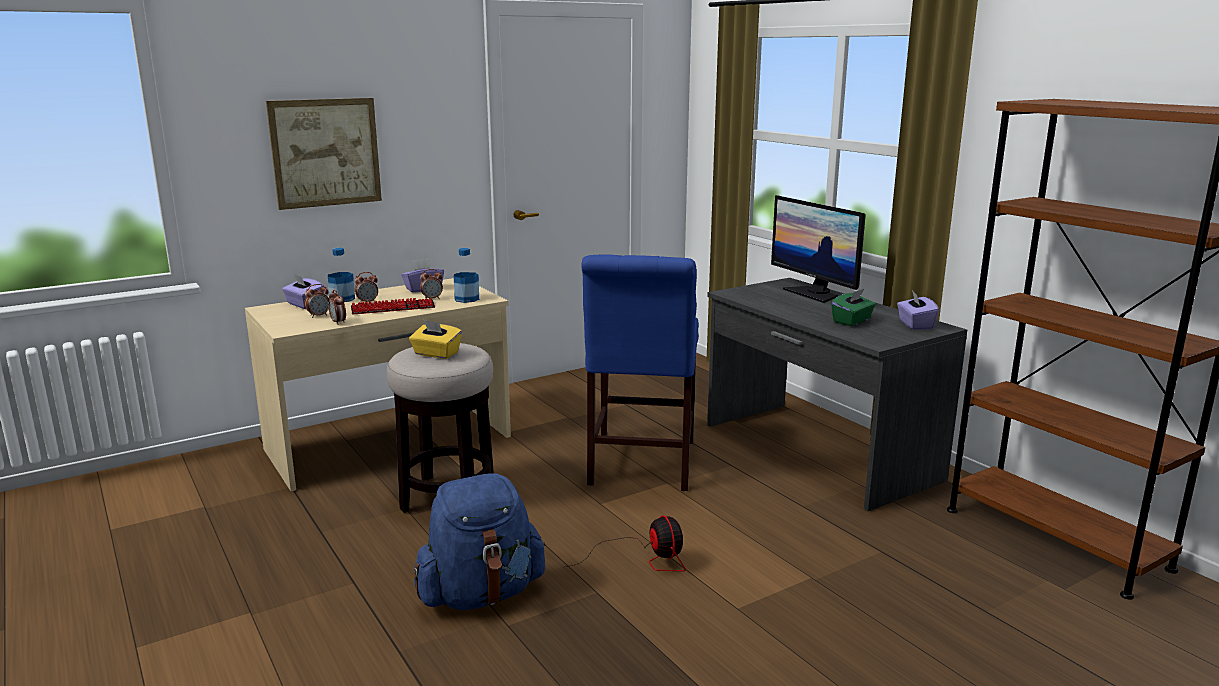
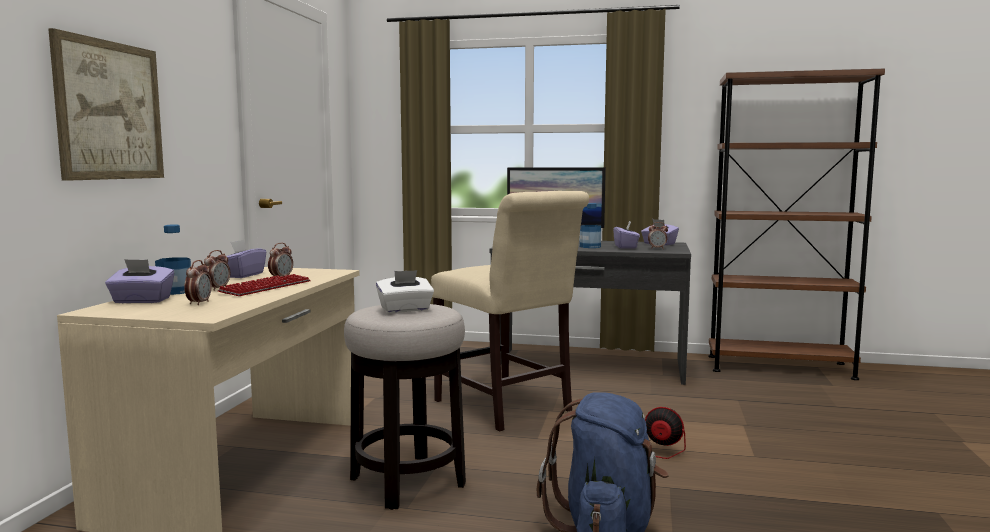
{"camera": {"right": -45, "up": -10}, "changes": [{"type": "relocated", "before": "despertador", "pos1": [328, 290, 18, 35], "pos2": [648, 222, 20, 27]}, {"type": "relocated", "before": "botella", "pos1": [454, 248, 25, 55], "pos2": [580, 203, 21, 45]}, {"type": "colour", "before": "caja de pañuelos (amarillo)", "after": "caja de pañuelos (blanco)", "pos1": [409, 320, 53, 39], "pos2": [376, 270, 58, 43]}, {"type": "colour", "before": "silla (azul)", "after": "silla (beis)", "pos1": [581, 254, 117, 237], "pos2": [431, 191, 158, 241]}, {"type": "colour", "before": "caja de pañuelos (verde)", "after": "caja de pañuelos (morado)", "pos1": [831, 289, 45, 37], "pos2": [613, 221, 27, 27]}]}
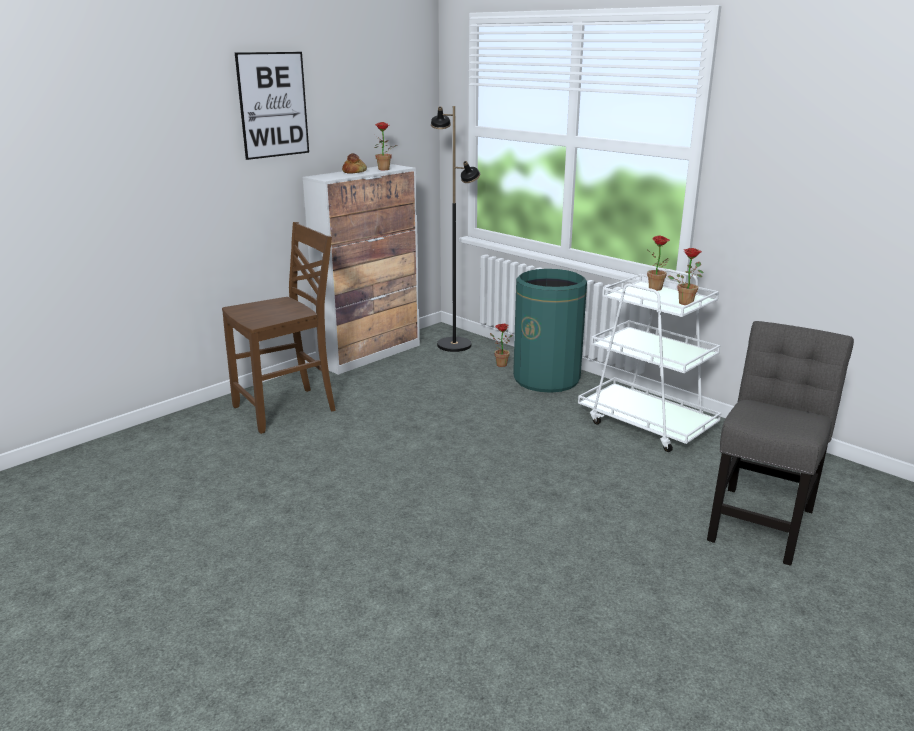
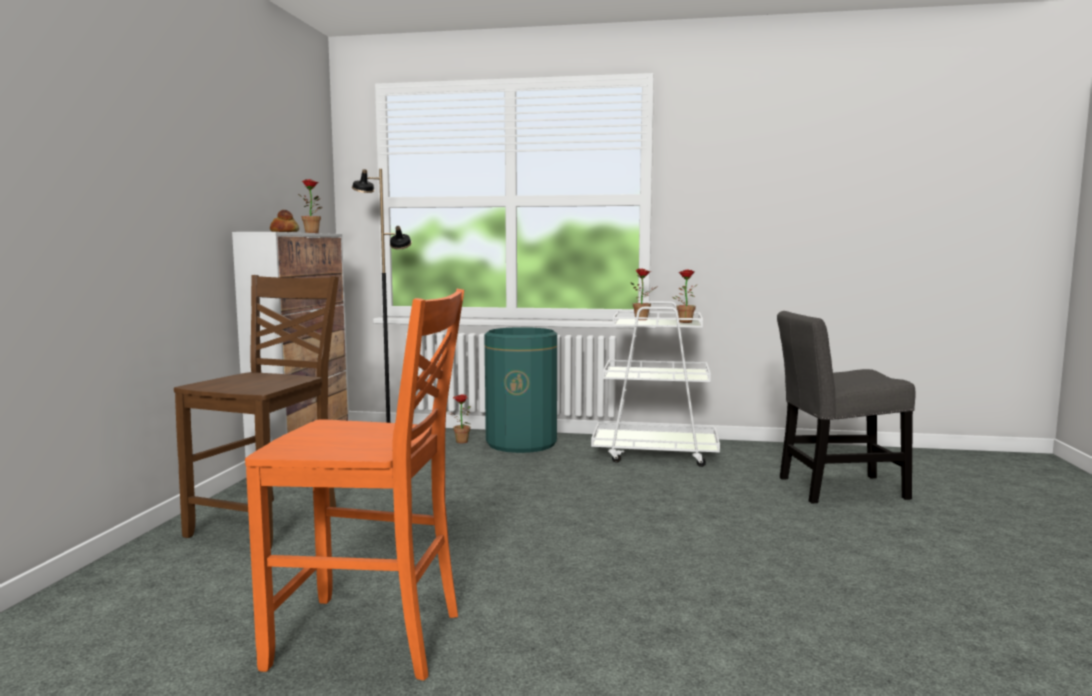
{"camera": {"right": -35, "up": -15}, "changes": [{"type": "missing", "before": "cuadro", "pos1": [235, 52, 74, 108]}, {"type": "appeared", "after": "silla (naranja)", "pos2": [245, 289, 219, 392]}, {"type": "spun", "before": "silla (gris)", "pos1": [707, 321, 147, 245], "pos2": [777, 311, 138, 192], "turn": -90}]}
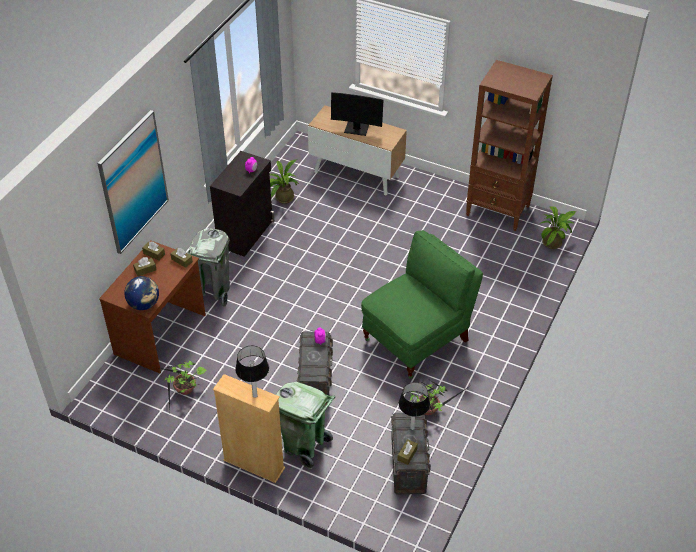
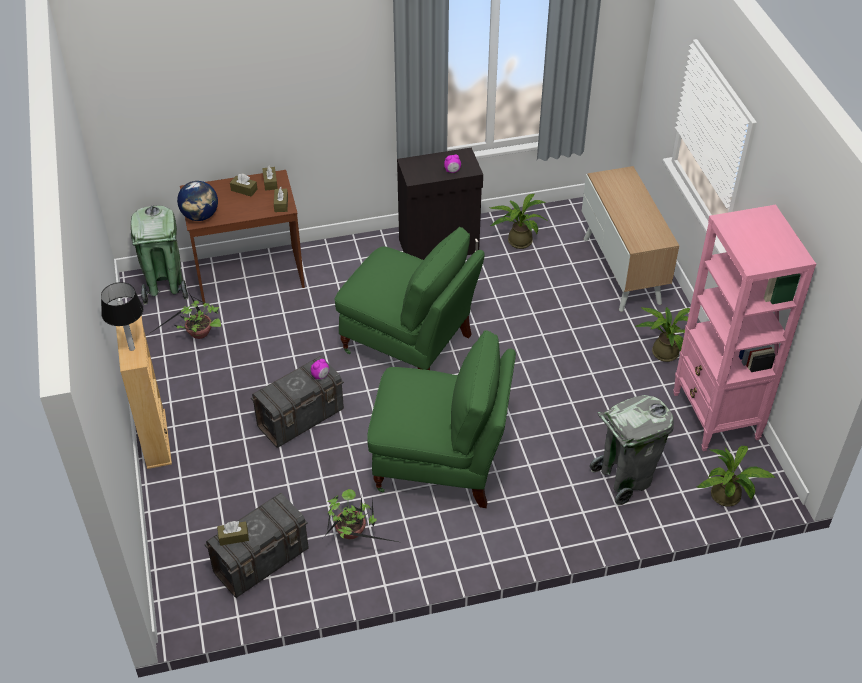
{"camera": {"right": 50, "up": 0}, "changes": [{"type": "missing", "before": "cuadro", "pos1": [97, 110, 72, 144]}, {"type": "missing", "before": "monitor", "pos1": [331, 92, 52, 44]}, {"type": "missing", "before": "lámpara de mesa", "pos1": [399, 382, 31, 48]}, {"type": "appeared", "after": "silla (verde)", "pos2": [334, 227, 151, 143]}, {"type": "appeared", "after": "planta en maceta", "pos2": [636, 307, 54, 55]}, {"type": "relocated", "before": "papelera (gris)", "pos1": [188, 228, 42, 79], "pos2": [590, 395, 84, 111]}, {"type": "relocated", "before": "papelera (verde)", "pos1": [276, 382, 59, 87], "pos2": [131, 205, 57, 100]}, {"type": "colour", "before": "estantería (marrón)", "after": "estantería (rosa)", "pos1": [466, 60, 87, 171], "pos2": [673, 205, 143, 246]}]}
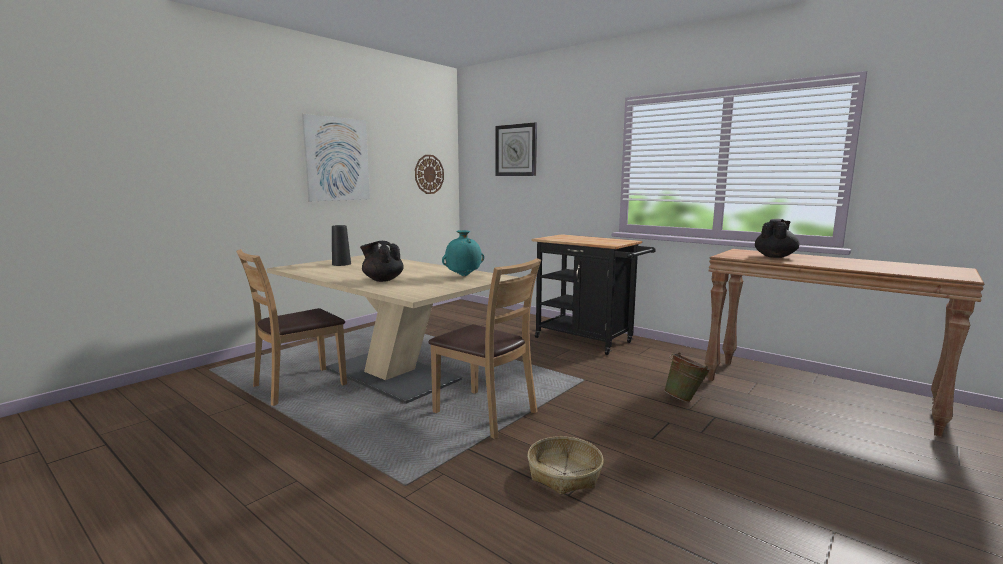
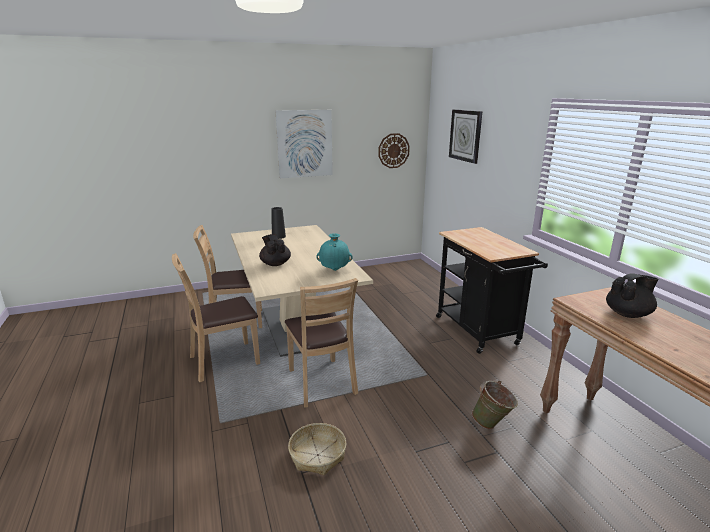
{"camera": {"right": 30, "up": 10}, "changes": [{"type": "appeared", "after": "silla (marrón)", "pos2": [172, 253, 88, 129]}]}
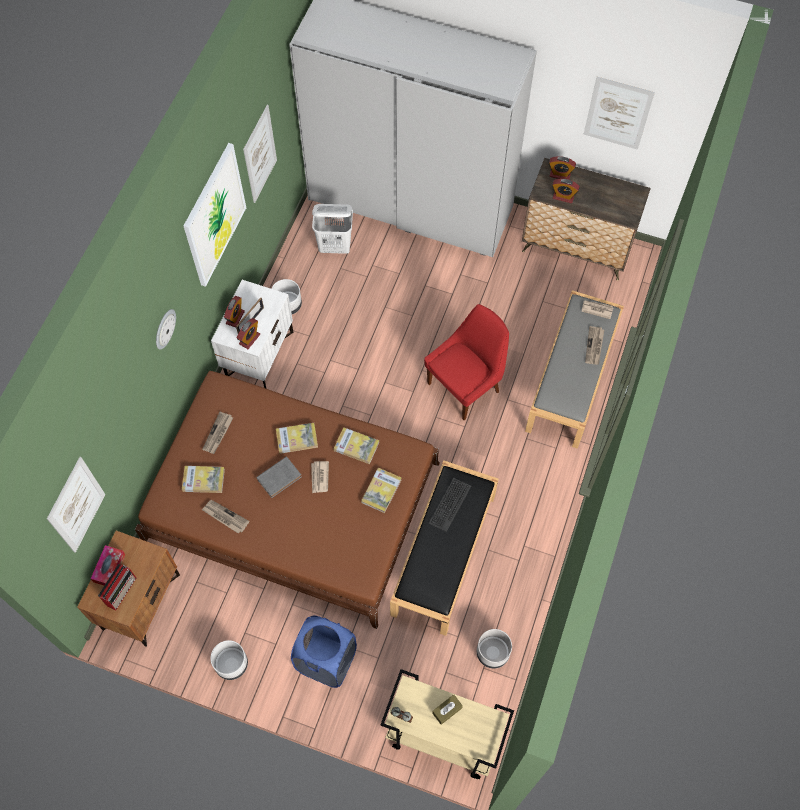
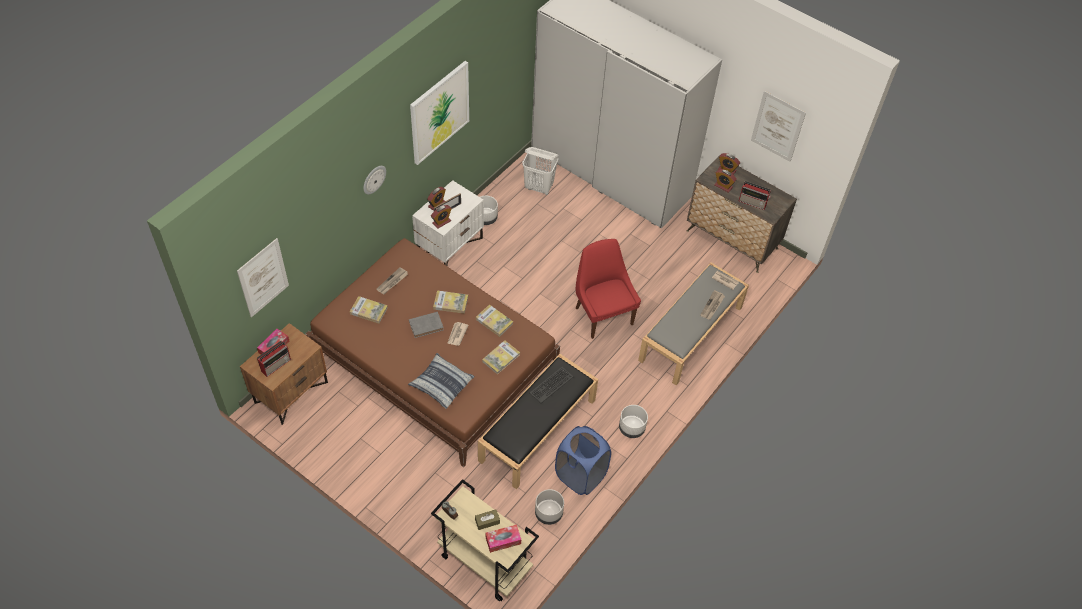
{"camera": {"right": 15, "up": -10}, "changes": [{"type": "missing", "before": "periódico", "pos1": [202, 500, 47, 34]}, {"type": "missing", "before": "cuadro", "pos1": [243, 105, 34, 98]}, {"type": "appeared", "after": "cojín", "pos2": [408, 353, 67, 56]}, {"type": "appeared", "after": "caja de pañuelos", "pos2": [486, 524, 35, 29]}, {"type": "appeared", "after": "radio", "pos2": [739, 181, 32, 29]}, {"type": "relocated", "before": "maceta (blanco)", "pos1": [210, 640, 38, 40], "pos2": [619, 405, 29, 33]}, {"type": "relocated", "before": "cesto de la ropa (azul)", "pos1": [291, 616, 66, 72], "pos2": [555, 426, 56, 69]}, {"type": "spun", "before": "silla (rojo)", "pos1": [424, 304, 85, 116], "pos2": [576, 239, 65, 100], "turn": -90}]}
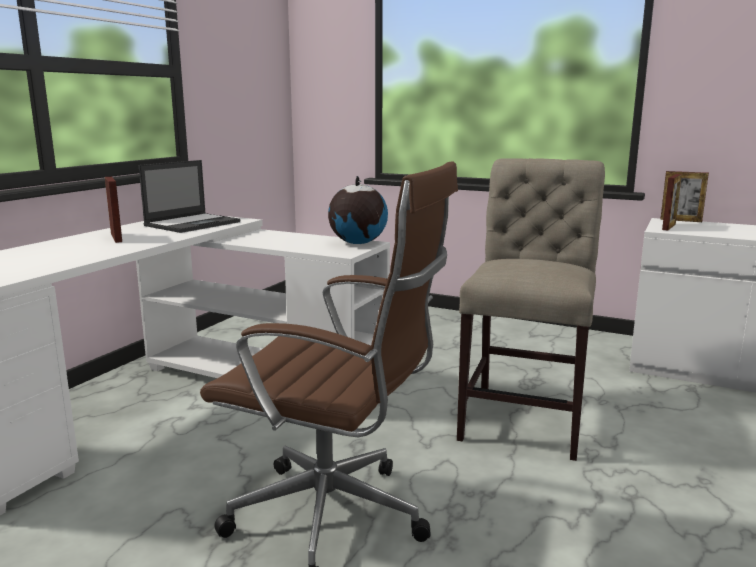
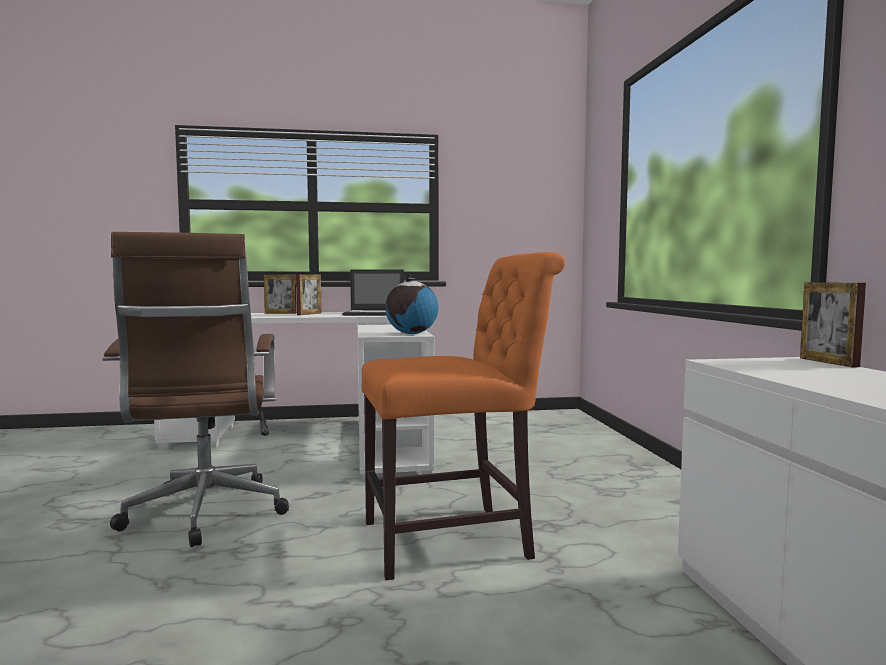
{"camera": {"right": 55, "up": -10}, "changes": [{"type": "relocated", "before": "portarretratos", "pos1": [662, 174, 20, 57], "pos2": [264, 275, 33, 39]}, {"type": "colour", "before": "silla (beis)", "after": "silla (naranja)", "pos1": [457, 158, 148, 303], "pos2": [361, 252, 204, 328]}]}
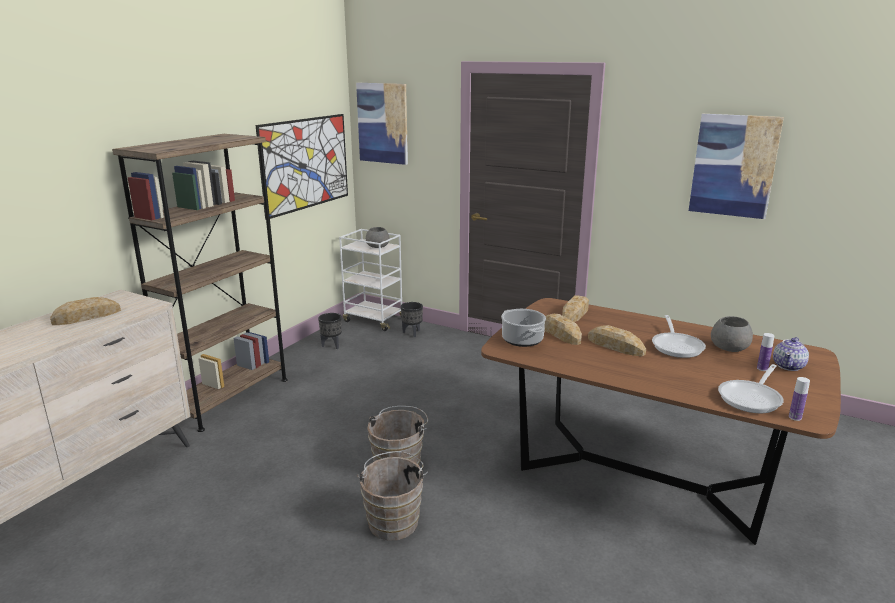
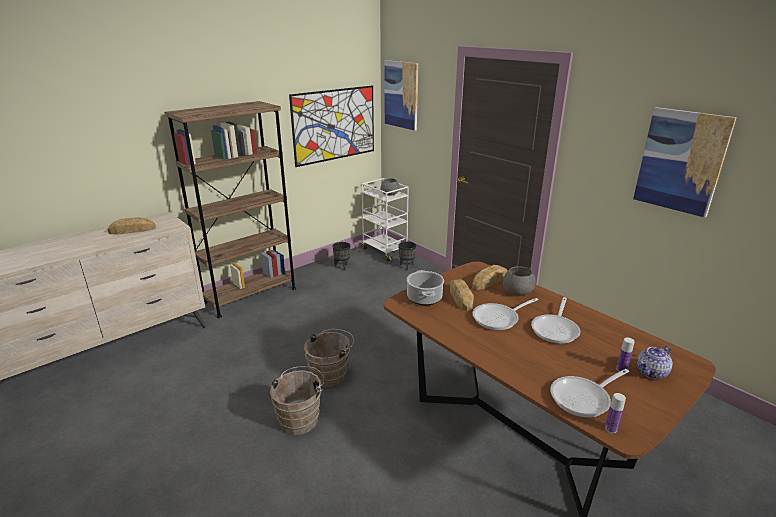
{"camera": {"right": 20, "up": 5}, "changes": [{"type": "relocated", "before": "cuenco (gris)", "pos1": [711, 316, 42, 36], "pos2": [503, 266, 32, 30]}, {"type": "exchanged", "before": "pan", "after": "sartén", "pos1": [588, 325, 58, 31], "pos2": [473, 298, 65, 32]}]}
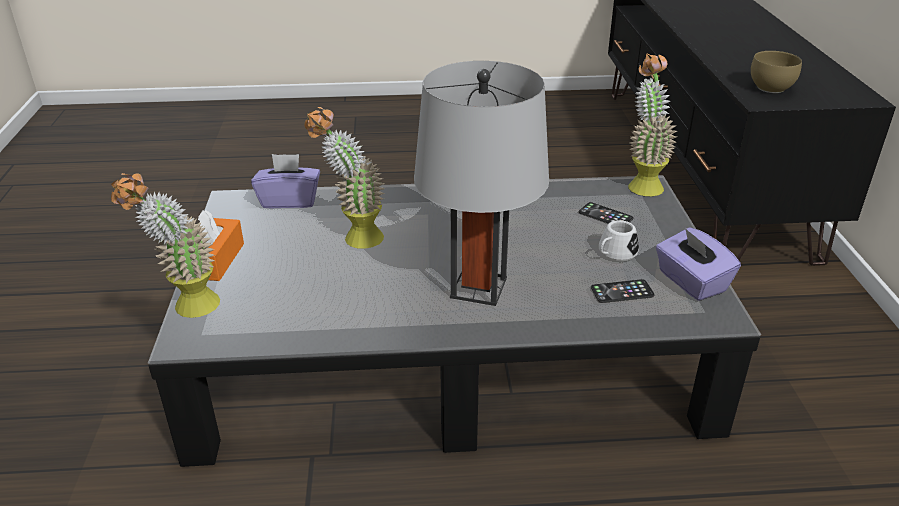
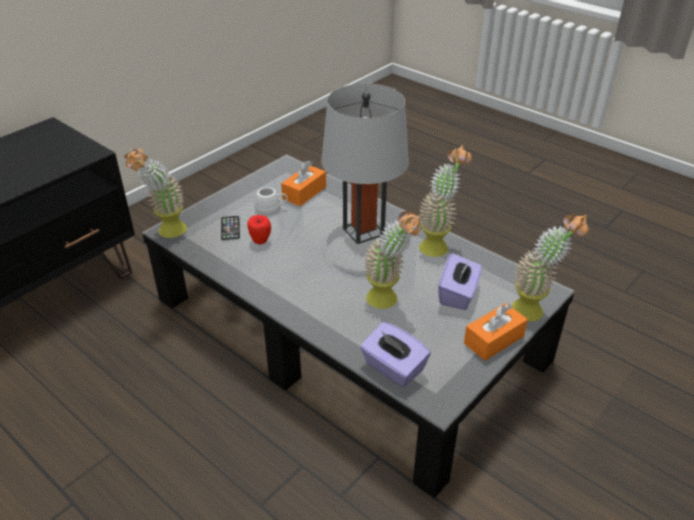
{"camera": {"right": -135, "up": 5}, "changes": [{"type": "missing", "before": "cuenco (marrón)", "pos1": [751, 51, 51, 42]}, {"type": "appeared", "after": "manzana", "pos2": [247, 215, 24, 29]}, {"type": "appeared", "after": "planta en maceta", "pos2": [419, 145, 52, 112]}, {"type": "relocated", "before": "caja de pañuelos (morado)", "pos1": [656, 227, 85, 74], "pos2": [438, 253, 44, 57]}, {"type": "exchanged", "before": "móvil", "after": "caja de pañuelos (naranja)", "pos1": [591, 279, 64, 24], "pos2": [281, 160, 45, 46]}]}
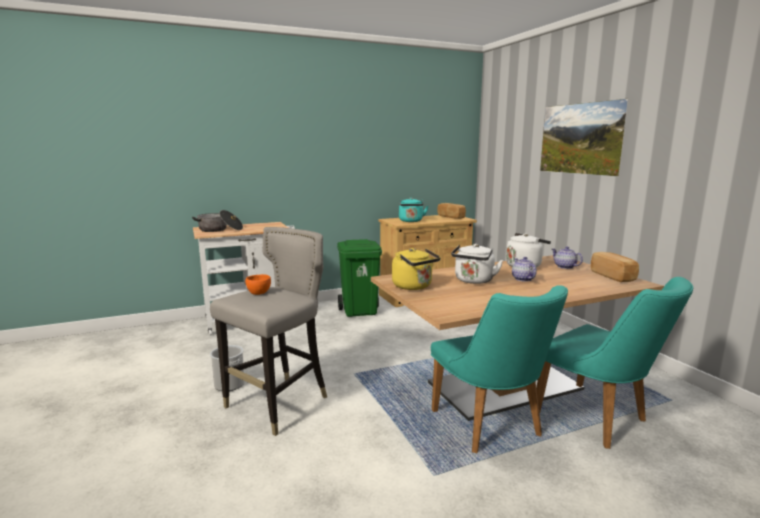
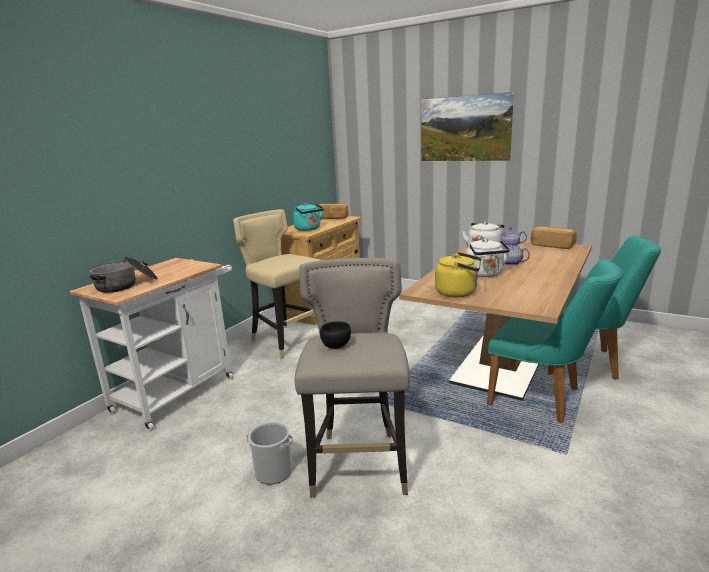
{"camera": {"right": -35, "up": 5}, "changes": [{"type": "exchanged", "before": "papelera (verde)", "after": "taburete (beis)", "pos1": [337, 239, 45, 78], "pos2": [233, 209, 88, 150]}, {"type": "colour", "before": "cuenco (naranja)", "after": "cuenco (negro)", "pos1": [245, 274, 26, 21], "pos2": [320, 321, 31, 28]}]}
